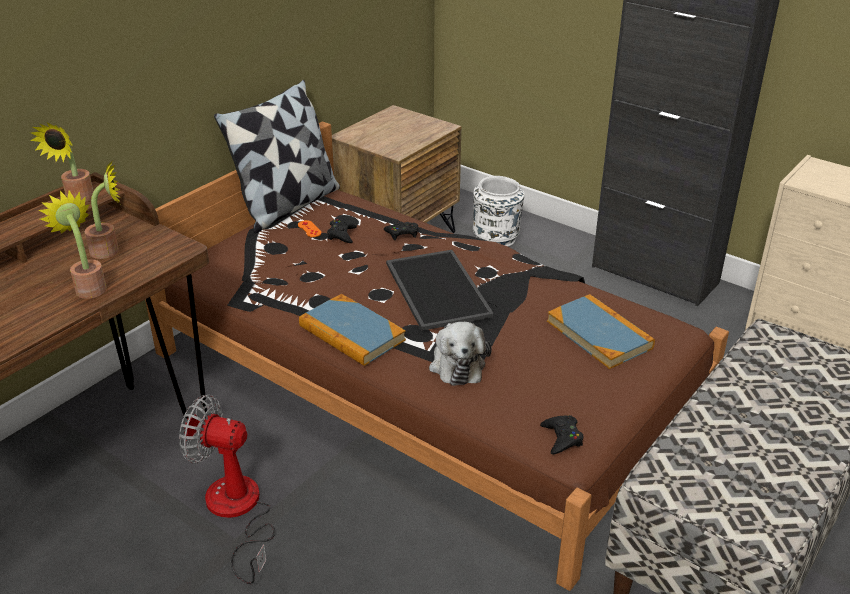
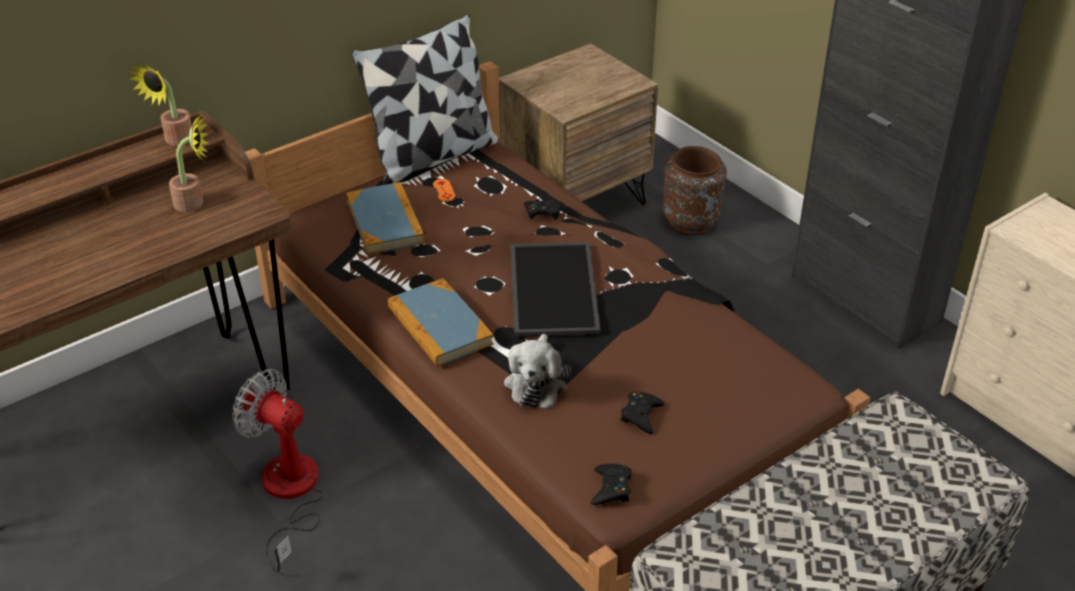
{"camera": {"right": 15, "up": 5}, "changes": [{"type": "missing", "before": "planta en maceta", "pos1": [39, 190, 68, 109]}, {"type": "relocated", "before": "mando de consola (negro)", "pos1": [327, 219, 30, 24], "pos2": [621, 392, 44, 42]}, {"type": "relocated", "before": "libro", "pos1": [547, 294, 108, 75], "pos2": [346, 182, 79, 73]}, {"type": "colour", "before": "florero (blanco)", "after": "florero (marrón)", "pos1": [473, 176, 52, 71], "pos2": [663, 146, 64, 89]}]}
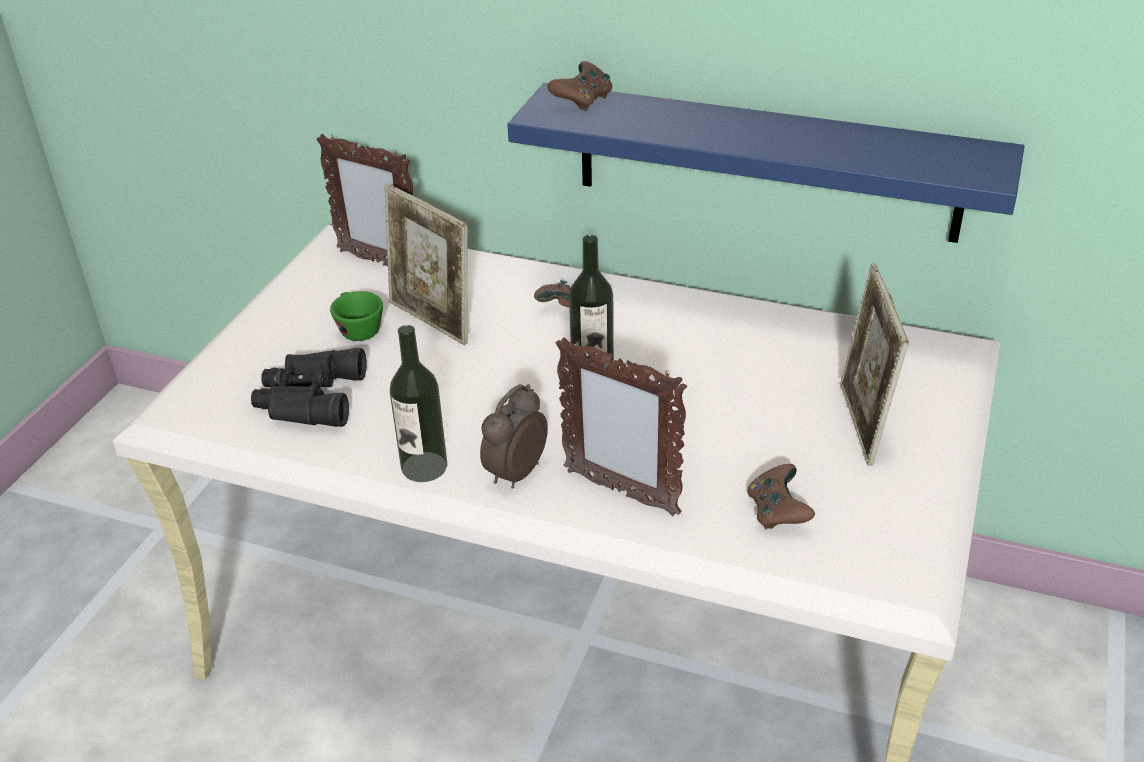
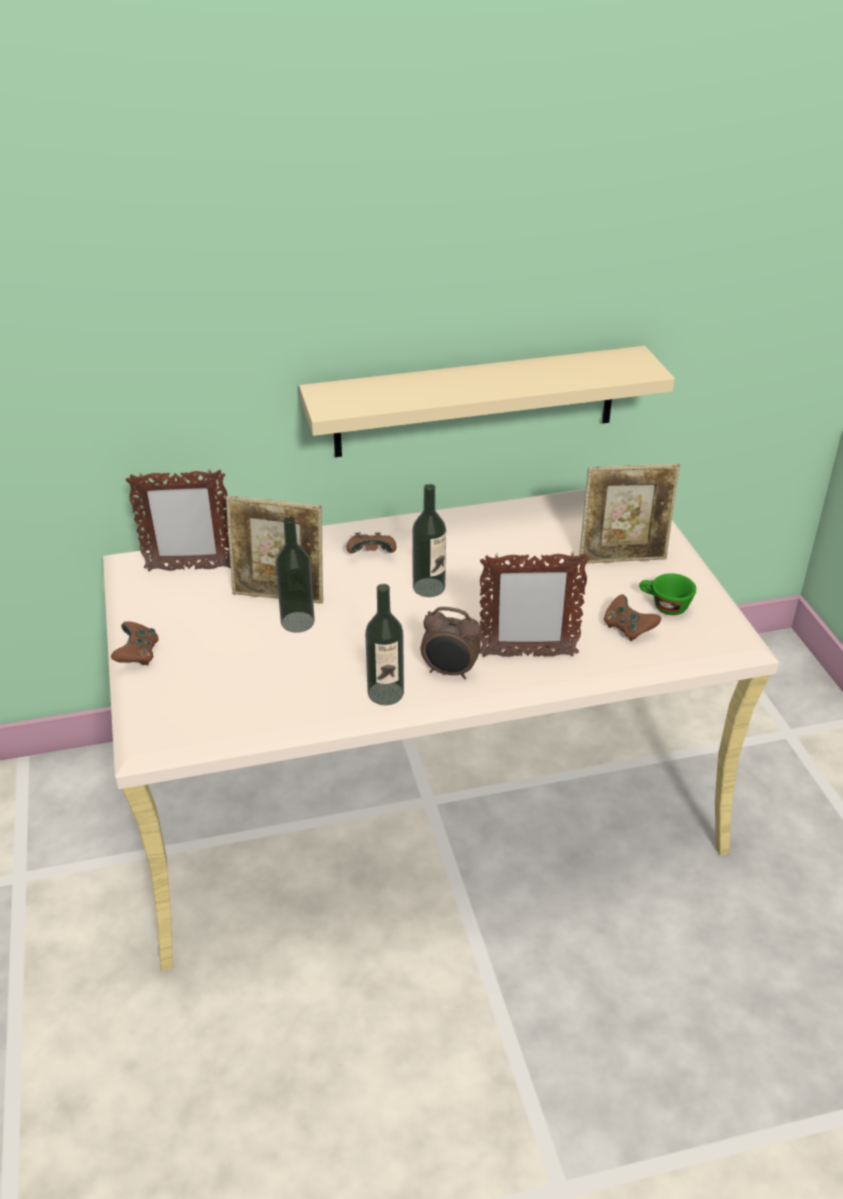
{"camera": {"right": -35, "up": 0}, "changes": [{"type": "missing", "before": "prismáticos (negro)", "pos1": [251, 348, 116, 79]}, {"type": "appeared", "after": "botella", "pos2": [275, 516, 40, 117]}, {"type": "relocated", "before": "taza (verde)", "pos1": [330, 291, 53, 50], "pos2": [639, 573, 57, 42]}, {"type": "relocated", "before": "mando de consola (marrón)", "pos1": [547, 61, 65, 50], "pos2": [111, 621, 48, 45]}, {"type": "colour", "before": "estante (azul)", "after": "estante (beis)", "pos1": [507, 83, 518, 160], "pos2": [299, 346, 376, 111]}, {"type": "spun", "before": "despertador", "pos1": [480, 384, 68, 105], "pos2": [421, 607, 60, 72], "turn": -75}, {"type": "spun", "before": "portarretratos", "pos1": [839, 263, 70, 203], "pos2": [579, 464, 101, 100], "turn": -60}]}
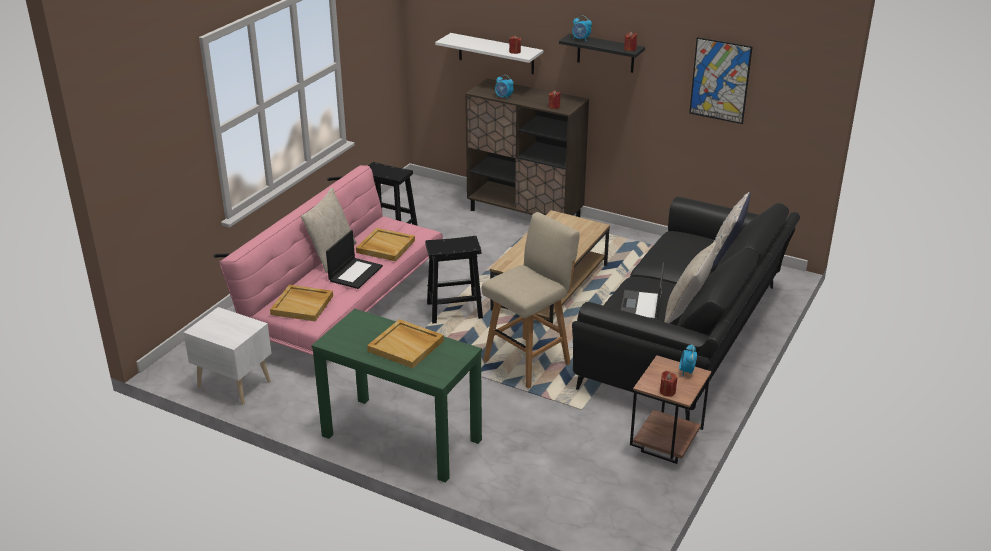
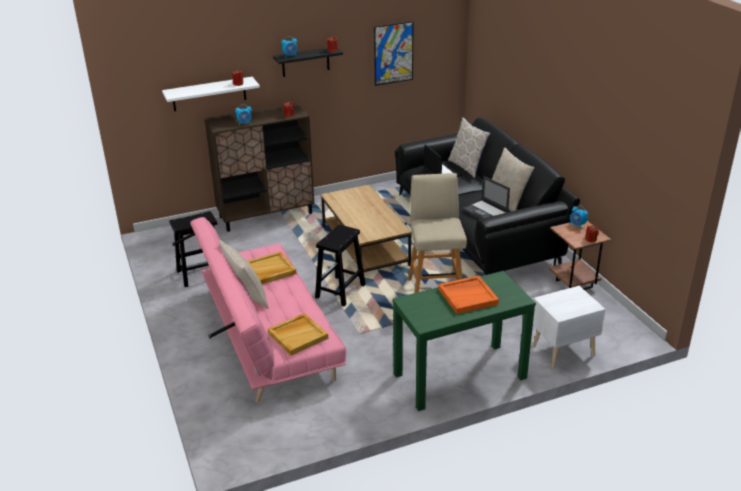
{"camera": {"right": -50, "up": 0}, "changes": [{"type": "relocated", "before": "mesita de noche (blanco)", "pos1": [183, 307, 89, 98], "pos2": [532, 286, 74, 82]}, {"type": "relocated", "before": "portátil", "pos1": [326, 230, 57, 59], "pos2": [424, 144, 38, 33]}, {"type": "colour", "before": "bandeja (beis)", "after": "bandeja (naranja)", "pos1": [367, 319, 77, 50], "pos2": [438, 276, 61, 38]}]}
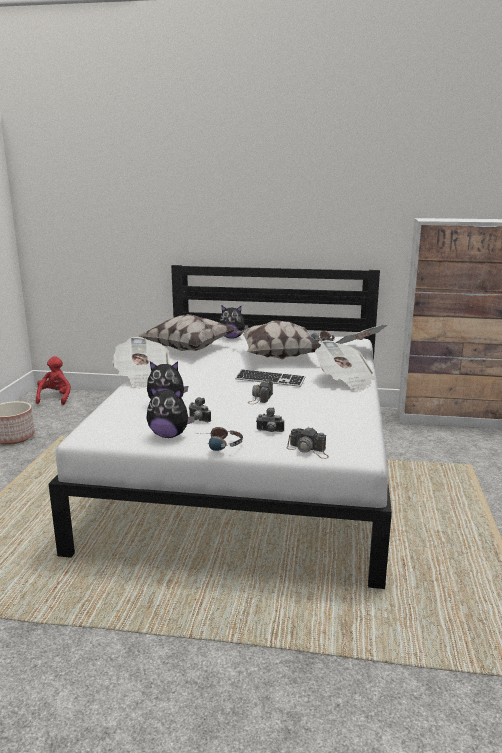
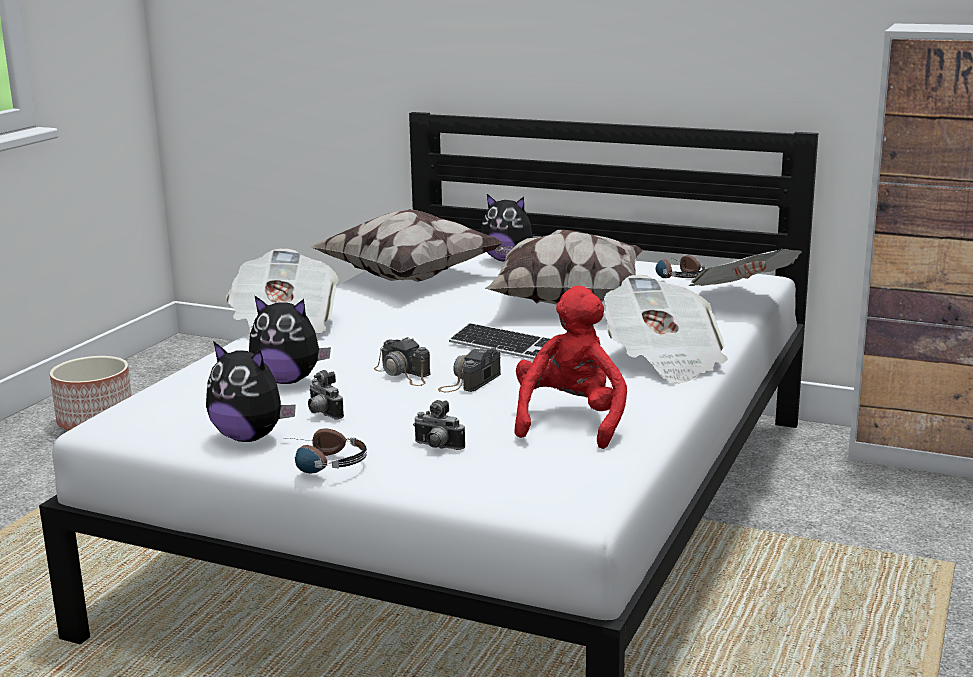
{"camera": {"right": 15, "up": 0}, "changes": [{"type": "relocated", "before": "peluche (rojo)", "pos1": [36, 356, 35, 49], "pos2": [514, 286, 113, 163]}, {"type": "relocated", "before": "cámara", "pos1": [286, 427, 43, 32], "pos2": [374, 337, 57, 49]}]}
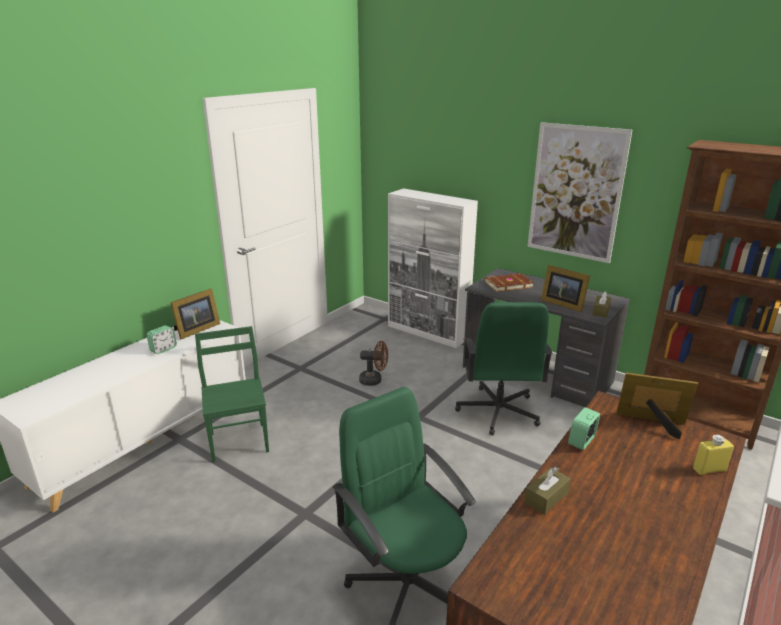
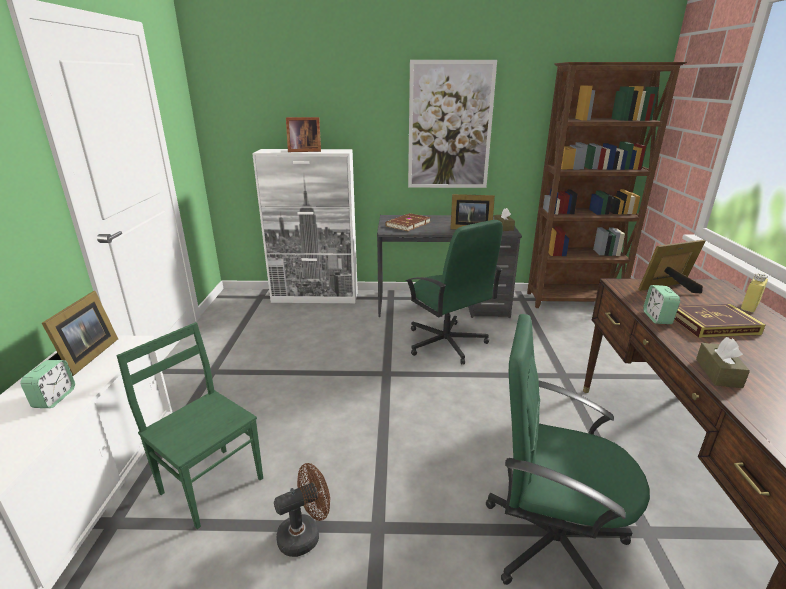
{"camera": {"right": -35, "up": 0}, "changes": [{"type": "appeared", "after": "portarretratos", "pos2": [286, 117, 35, 35]}, {"type": "appeared", "after": "libro", "pos2": [674, 304, 91, 34]}, {"type": "relocated", "before": "ventilador (marrón)", "pos1": [359, 341, 29, 45], "pos2": [274, 463, 56, 94]}]}
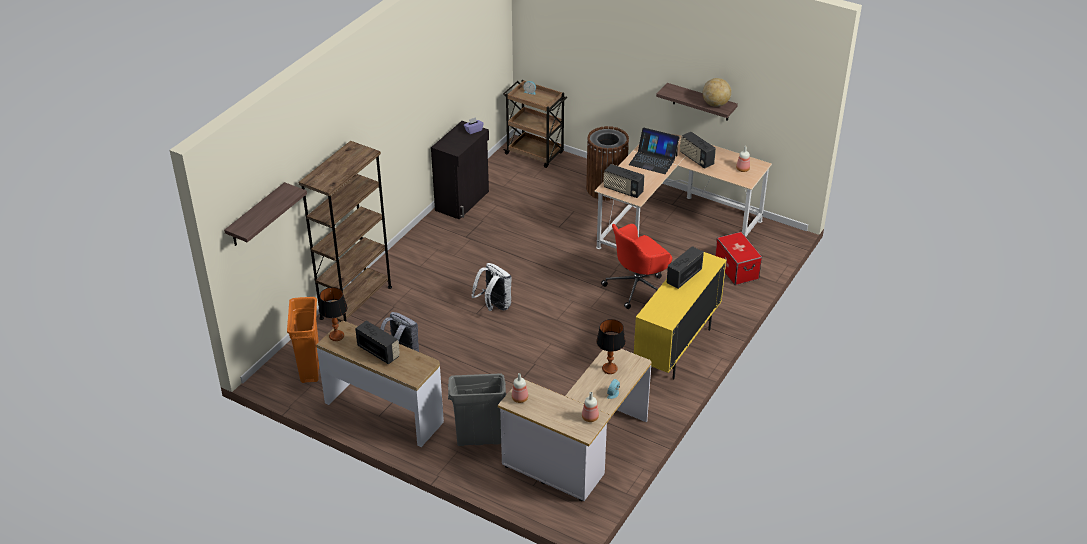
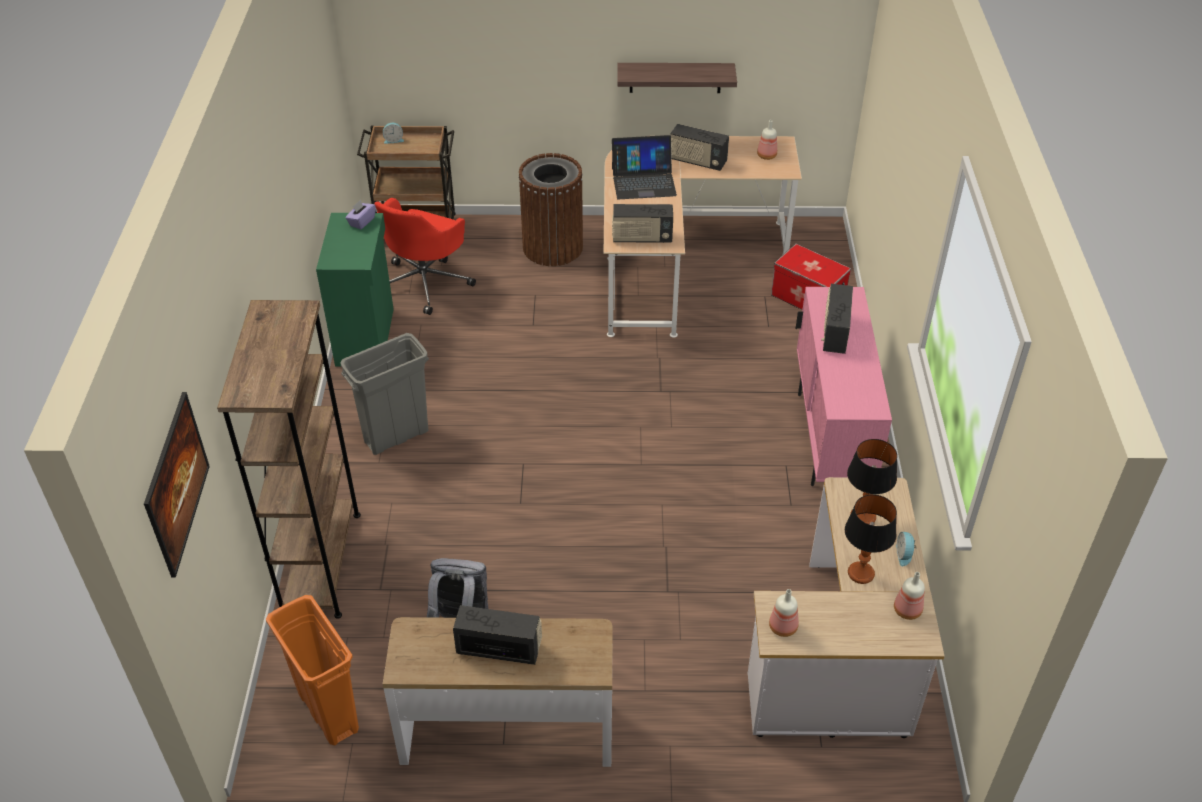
{"camera": {"right": -30, "up": 5}, "changes": [{"type": "missing", "before": "mochila (blanco)", "pos1": [471, 263, 40, 48]}, {"type": "missing", "before": "globo terráqueo", "pos1": [703, 78, 28, 29]}, {"type": "relocated", "before": "lámpara de mesa", "pos1": [319, 287, 28, 54], "pos2": [845, 494, 52, 90]}, {"type": "relocated", "before": "papelera (gris)", "pos1": [448, 373, 58, 73], "pos2": [340, 333, 89, 122]}, {"type": "relocated", "before": "silla de oficina (rojo)", "pos1": [601, 224, 71, 85], "pos2": [374, 198, 102, 117]}, {"type": "exchanged", "before": "estante", "after": "cuadro", "pos1": [224, 182, 83, 64], "pos2": [144, 392, 66, 186]}, {"type": "colour", "before": "armario (negro)", "after": "armario (verde)", "pos1": [431, 121, 58, 99], "pos2": [316, 213, 78, 154]}, {"type": "colour", "before": "armario (amarillo)", "after": "armario (rosa)", "pos1": [634, 252, 92, 127], "pos2": [795, 287, 97, 199]}]}
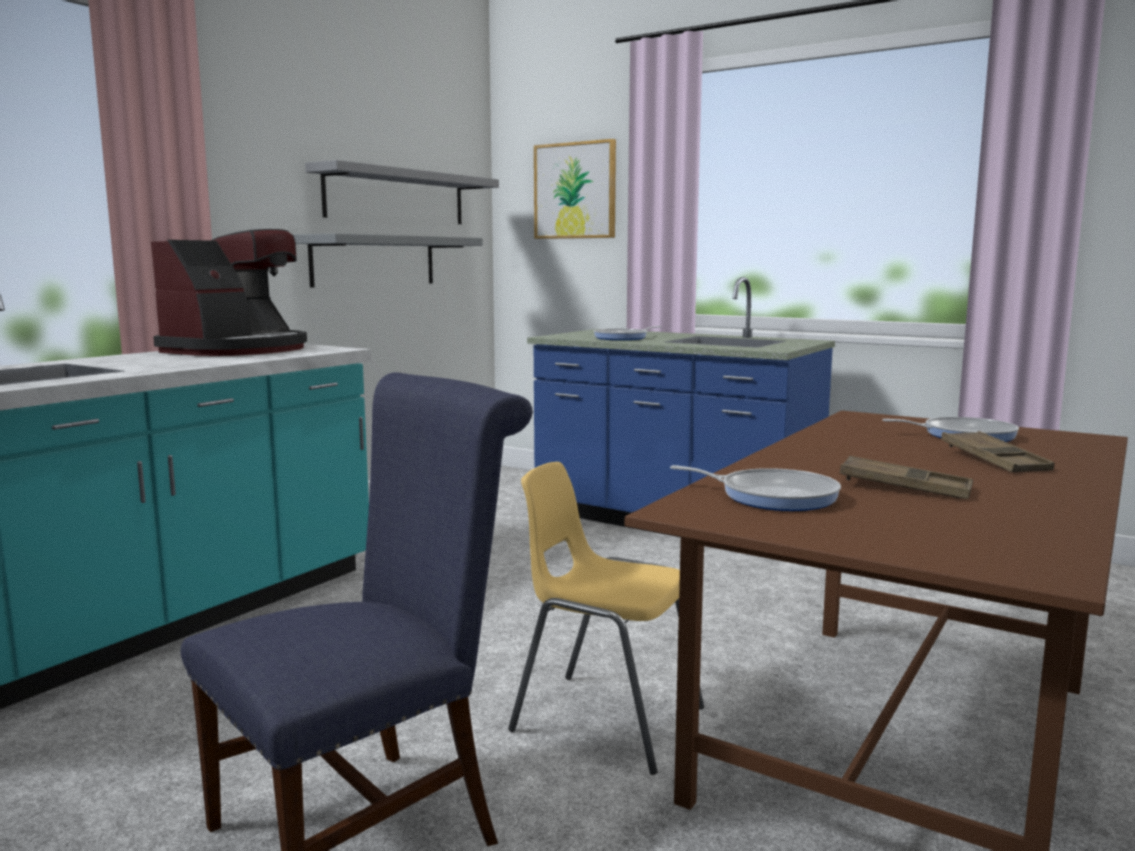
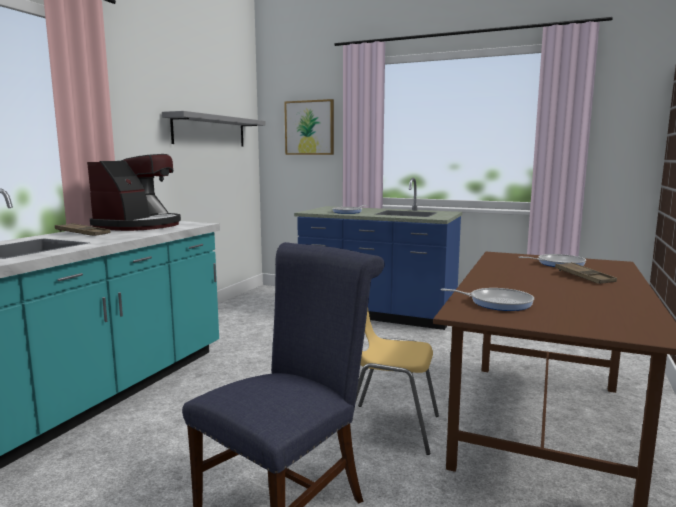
{"camera": {"right": -10, "up": 0}, "changes": [{"type": "missing", "before": "estante (gris)", "pos1": [292, 233, 191, 55]}, {"type": "relocated", "before": "bandeja (marrón)", "pos1": [840, 456, 133, 43], "pos2": [55, 223, 55, 13]}]}
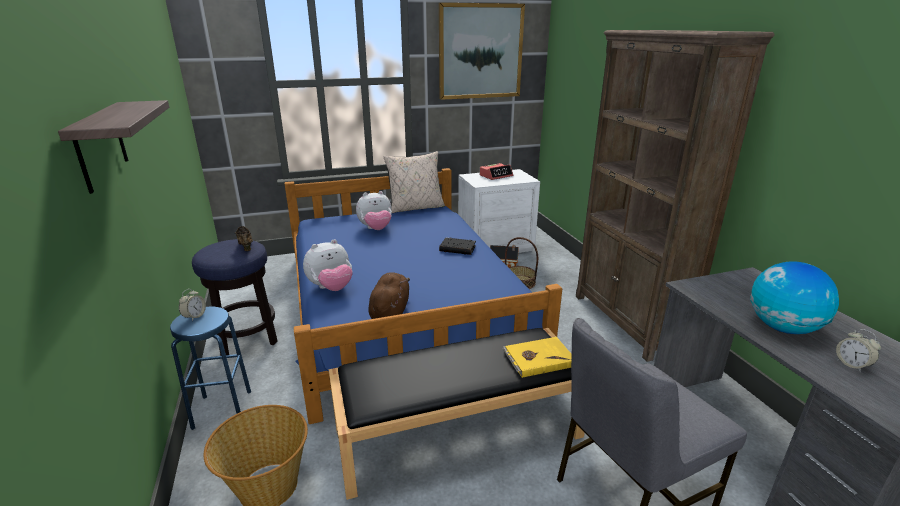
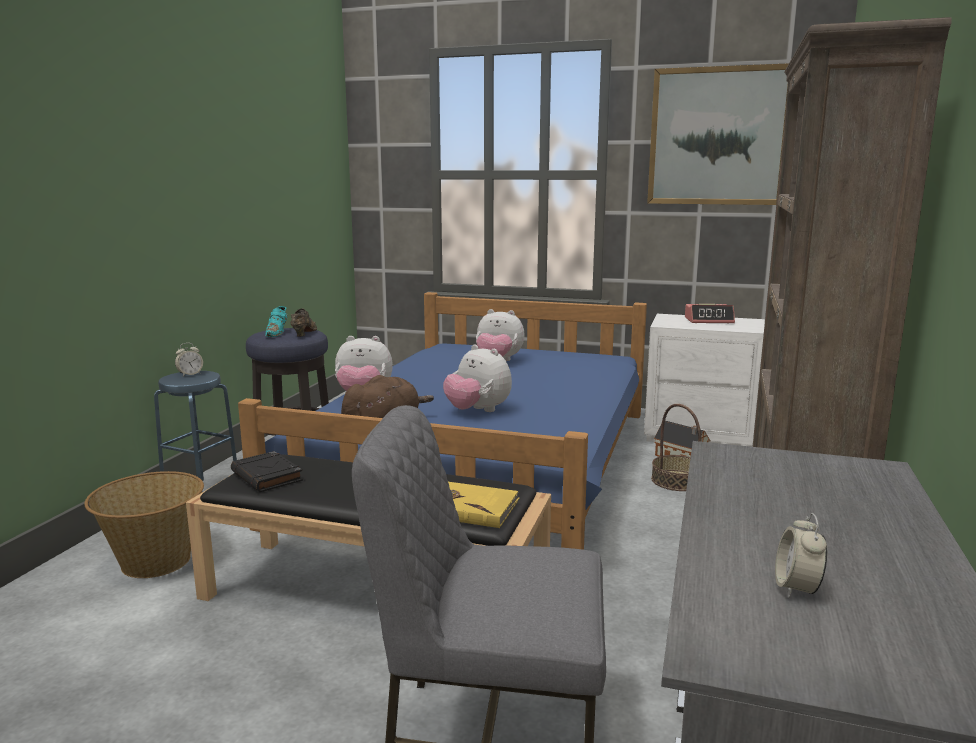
{"camera": {"right": 35, "up": -10}, "changes": [{"type": "missing", "before": "estante", "pos1": [58, 100, 111, 94]}, {"type": "missing", "before": "cojín (beis)", "pos1": [384, 151, 61, 62]}, {"type": "missing", "before": "globo terráqueo", "pos1": [750, 261, 89, 73]}, {"type": "appeared", "after": "zapato (turquesa)", "pos2": [265, 306, 23, 31]}, {"type": "appeared", "after": "peluche", "pos2": [443, 344, 69, 68]}, {"type": "relocated", "before": "libro (negro)", "pos1": [439, 238, 37, 17], "pos2": [231, 451, 72, 41]}]}
